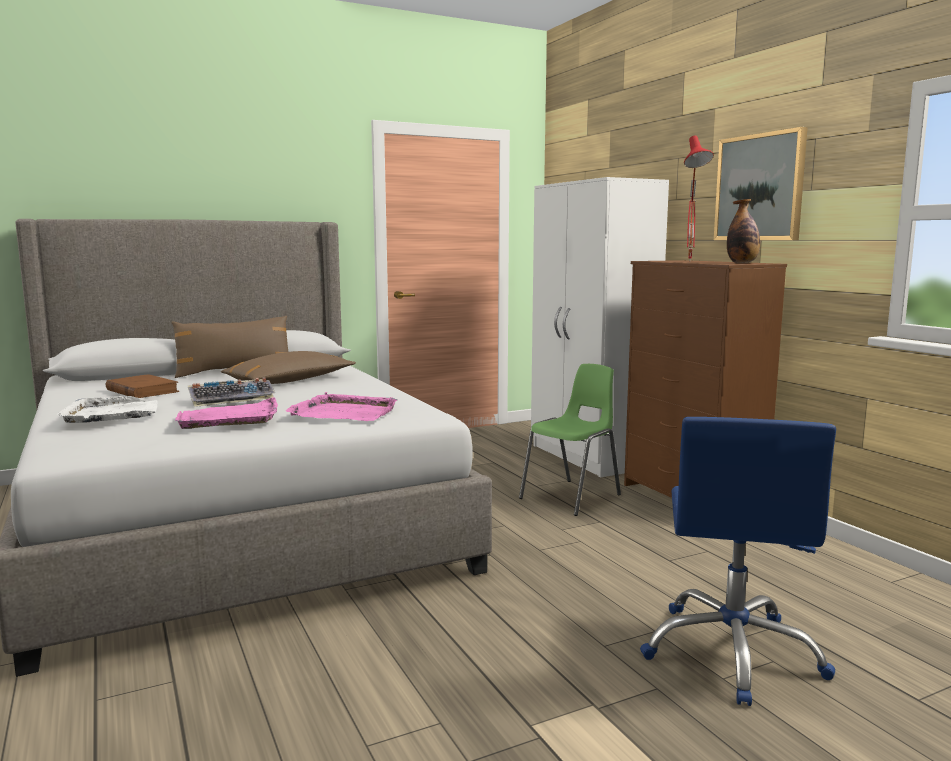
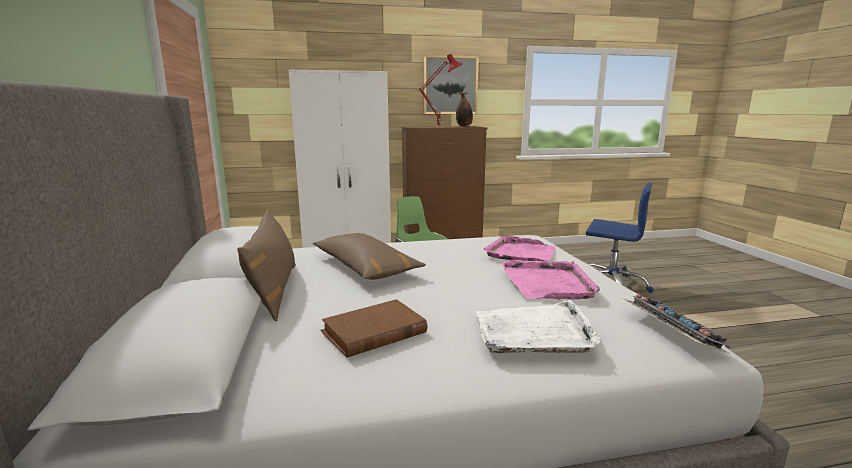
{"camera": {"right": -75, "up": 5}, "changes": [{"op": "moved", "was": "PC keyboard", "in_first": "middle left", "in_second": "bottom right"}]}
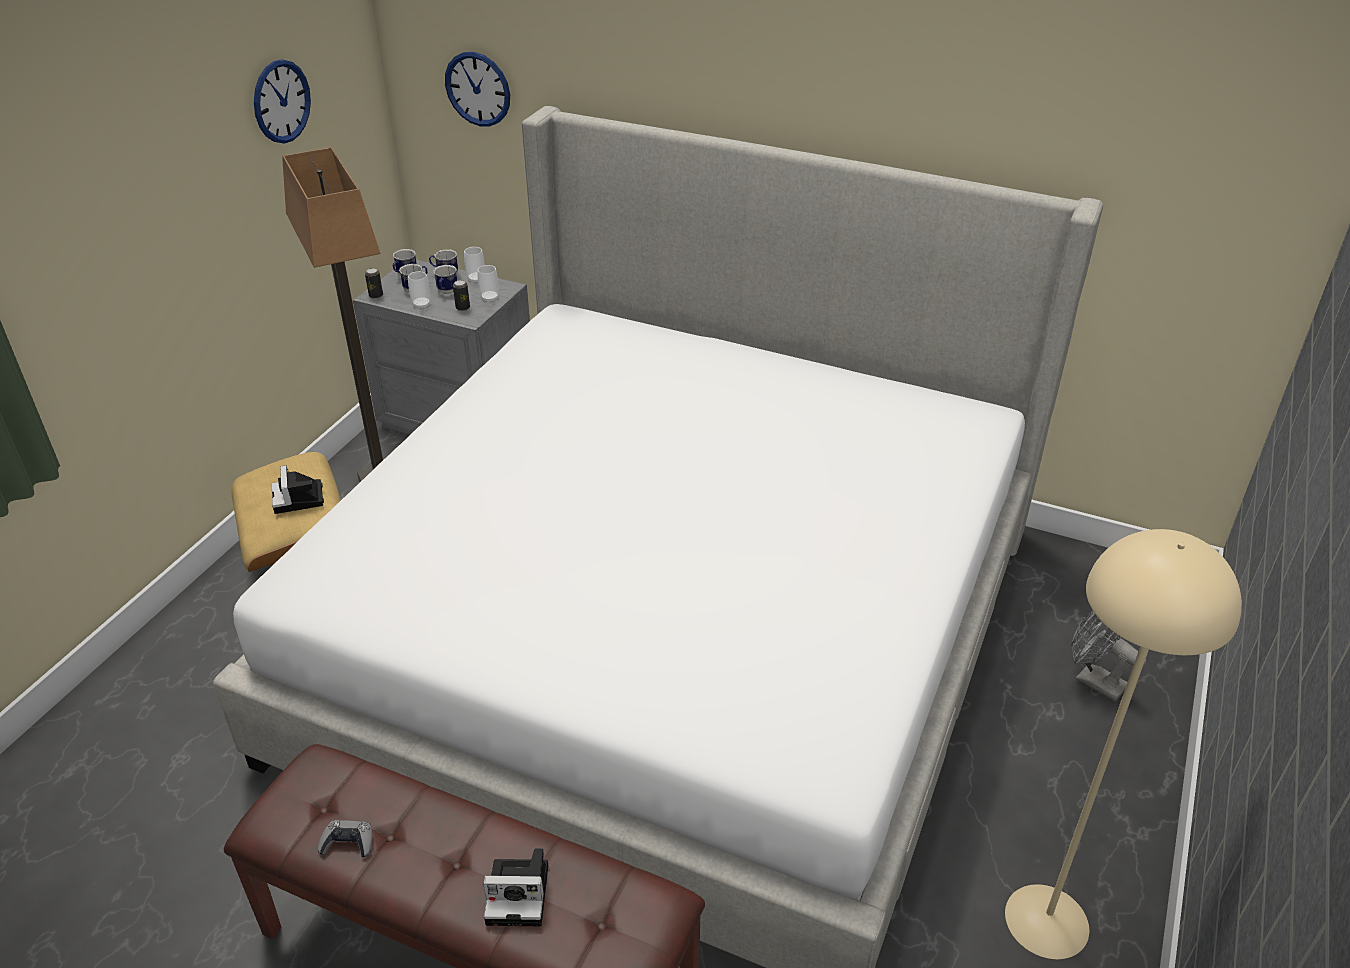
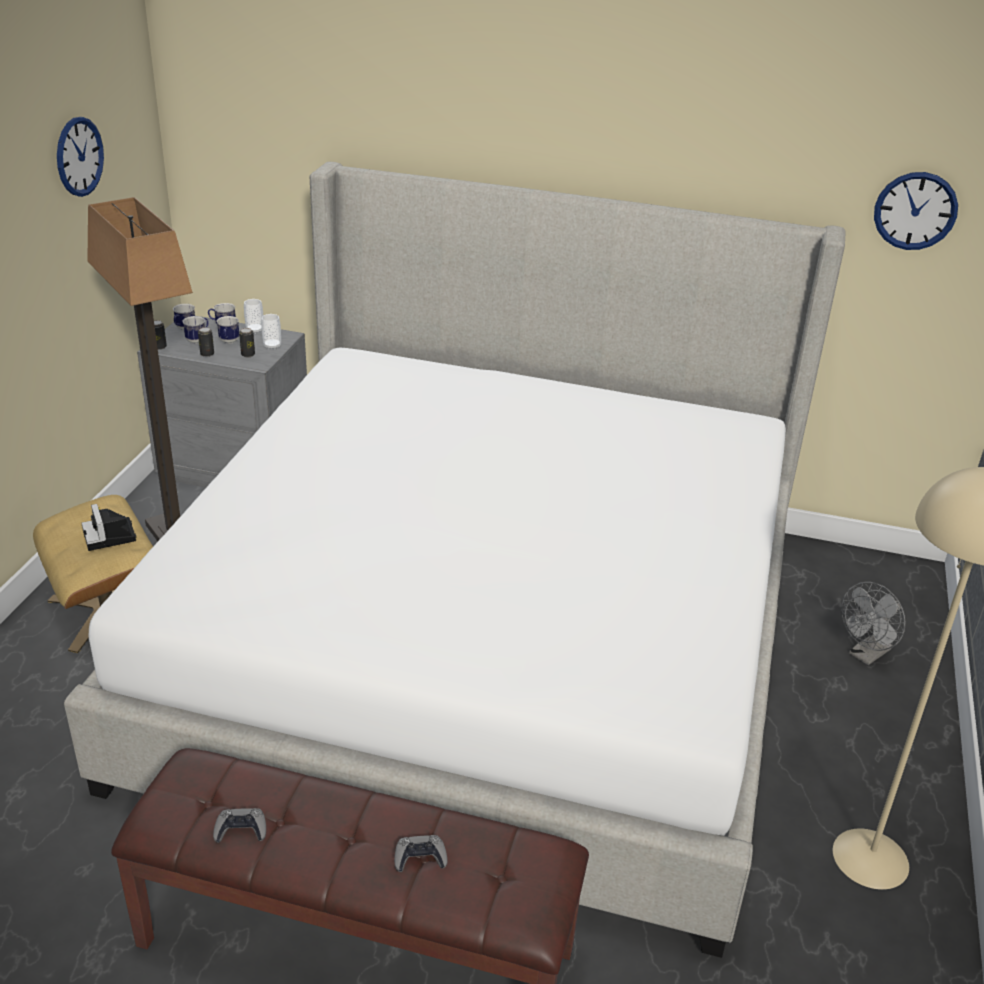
{"camera": {"right": -10, "up": -5}, "changes": [{"op": "moved", "was": "wall clock (2nd from left)", "in_first": "top centre", "in_second": "top right"}, {"op": "replaced", "was": "drinking cup (1st from left)", "now": "sealed can (2nd from left)", "in_first": "top left", "in_second": "middle left"}, {"op": "replaced", "was": "photo camera (2nd from left)", "now": "greyish gamepad (2nd from left)", "in_first": "bottom centre", "in_second": "bottom centre"}, {"op": "turned", "was": "greyish cooling fan", "in_first": "bottom right", "in_second": "middle right", "clockwise": -75}]}
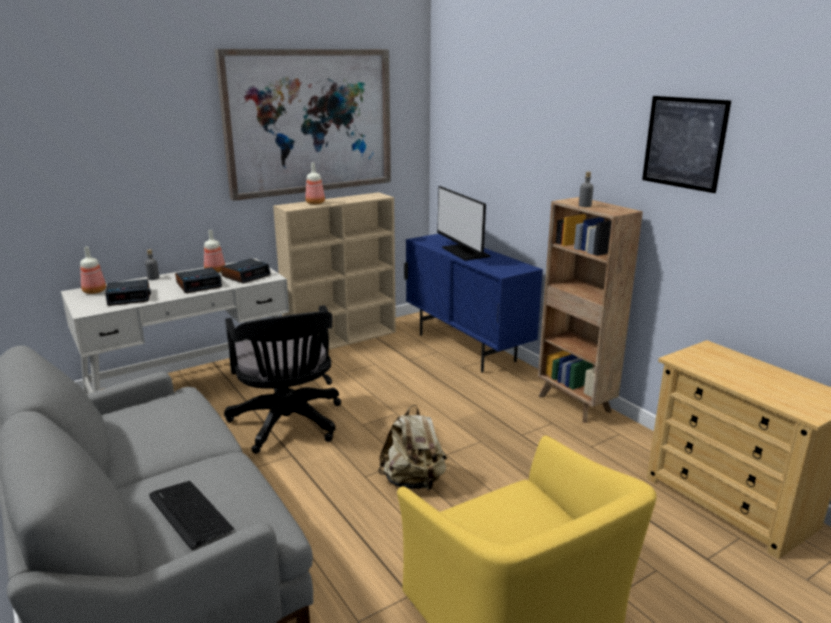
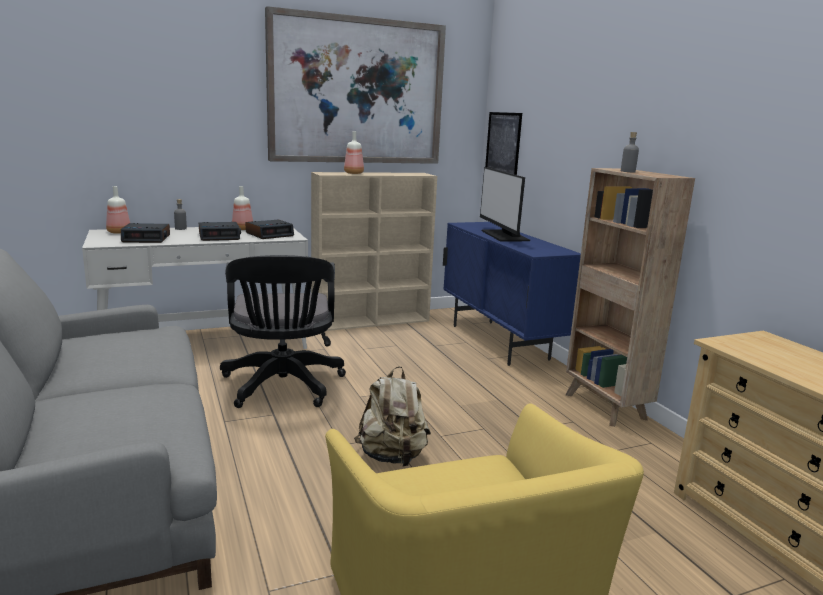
{"camera": {"right": 10, "up": -5}, "changes": [{"op": "removed", "was": "PC keyboard", "in_first": "bottom left"}, {"op": "moved", "was": "wall art (2nd from left)", "in_first": "top right", "in_second": "top centre"}]}
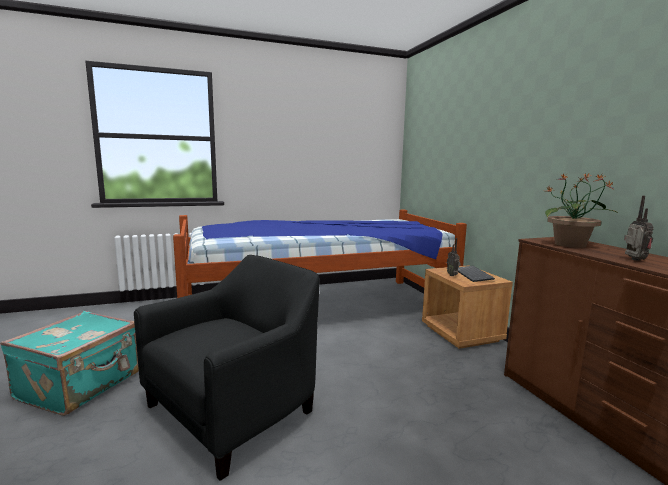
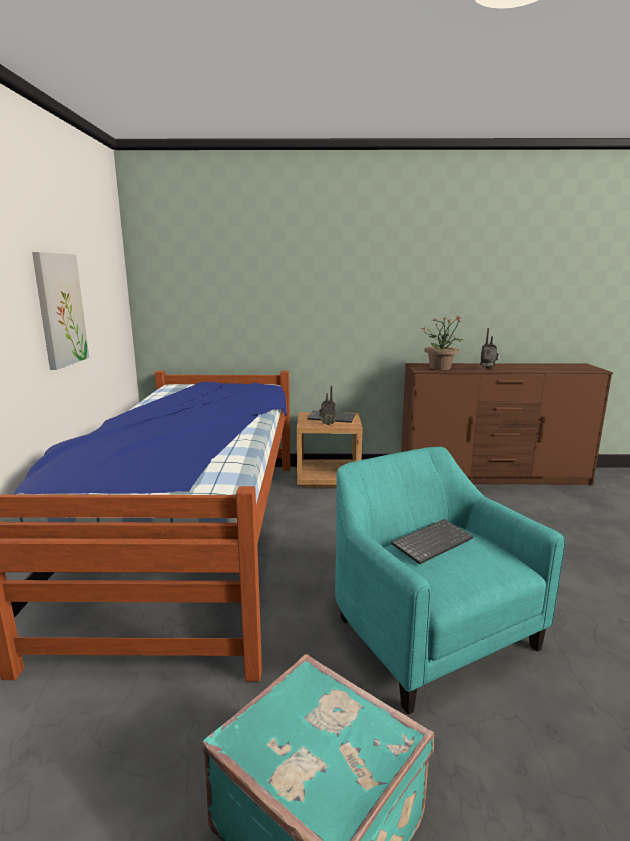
{"camera": {"right": -70, "up": 5}, "changes": [{"op": "added", "now": "wall art", "in_second": "middle left"}, {"op": "added", "now": "PC keyboard (2nd from left)", "in_second": "middle right"}, {"op": "recoloured", "was": "black easy chair", "now": "turquoise easy chair", "in_first": "bottom centre", "in_second": "bottom right"}]}
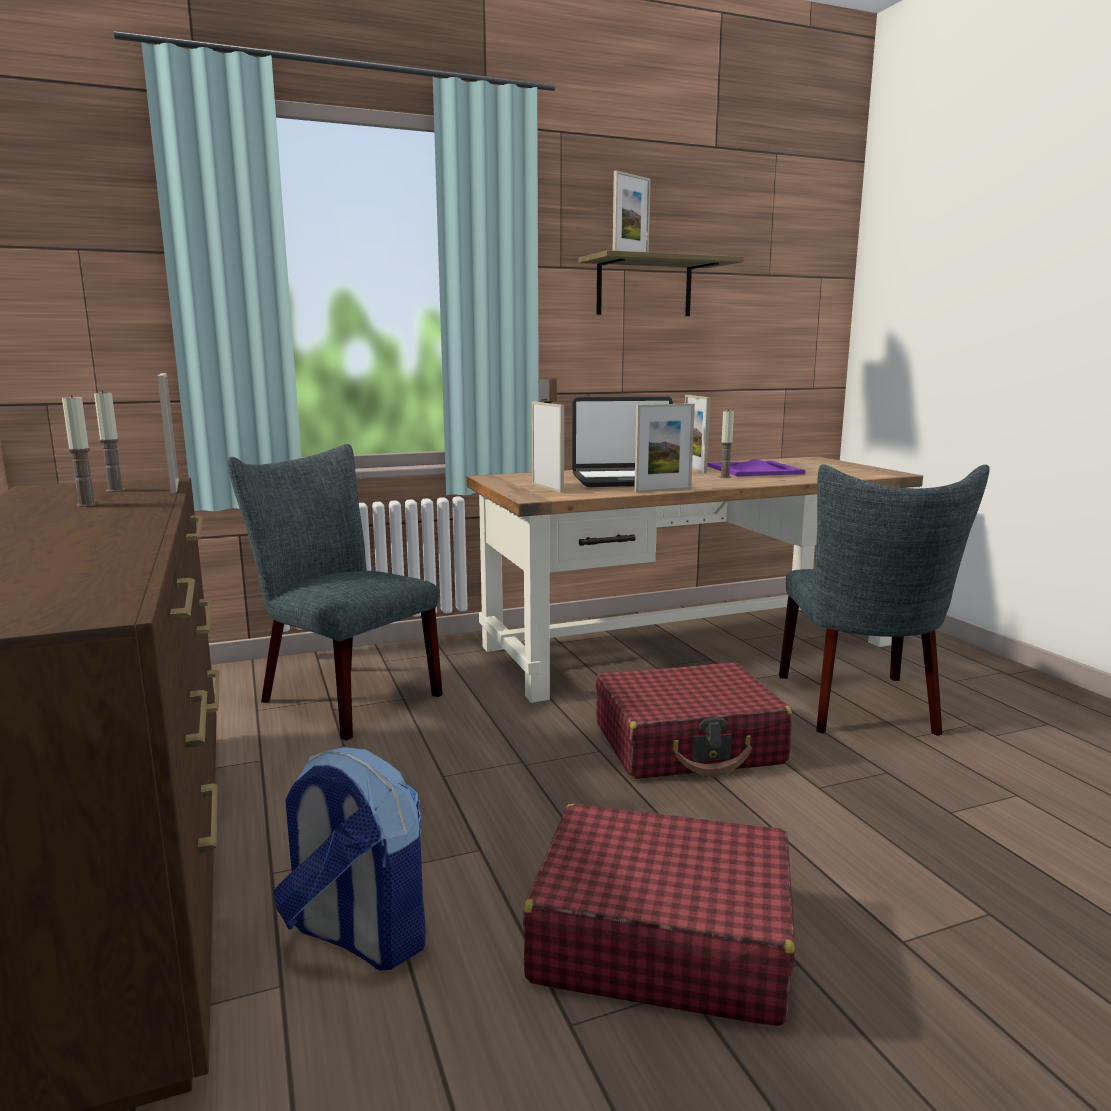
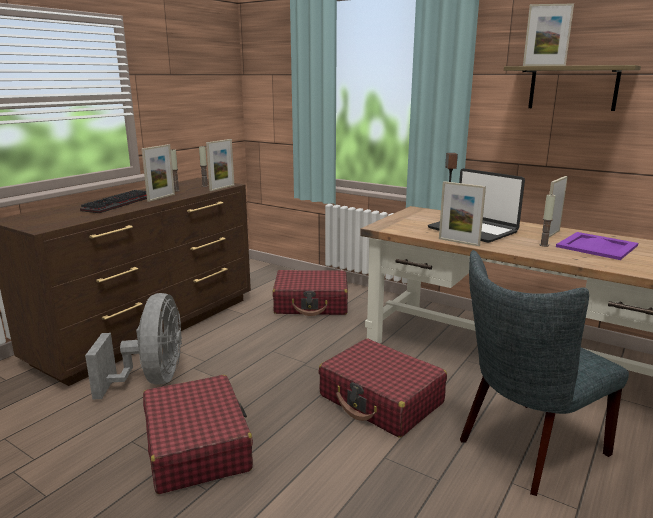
{"camera": {"right": 55, "up": 5}, "changes": [{"op": "added", "now": "PC keyboard", "in_second": "middle left"}, {"op": "moved", "was": "picture frame (2nd from left in the first image)", "now": "picture frame (1st from left)", "in_first": "centre", "in_second": "middle left"}, {"op": "replaced", "was": "greyish chair (1st from left)", "now": "reddish suitcase (2nd from left)", "in_first": "middle left", "in_second": "centre"}, {"op": "replaced", "was": "backpack", "now": "greyish cooling fan", "in_first": "bottom left", "in_second": "bottom left"}]}
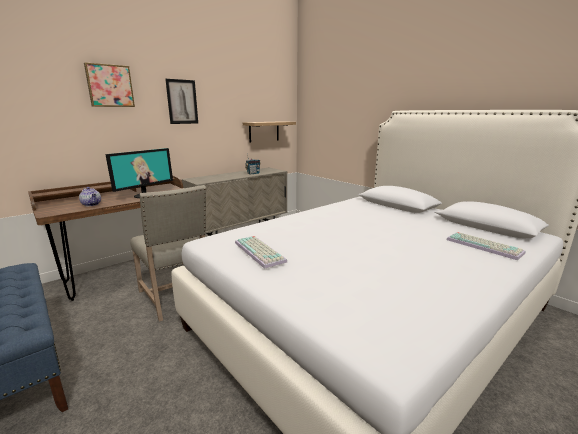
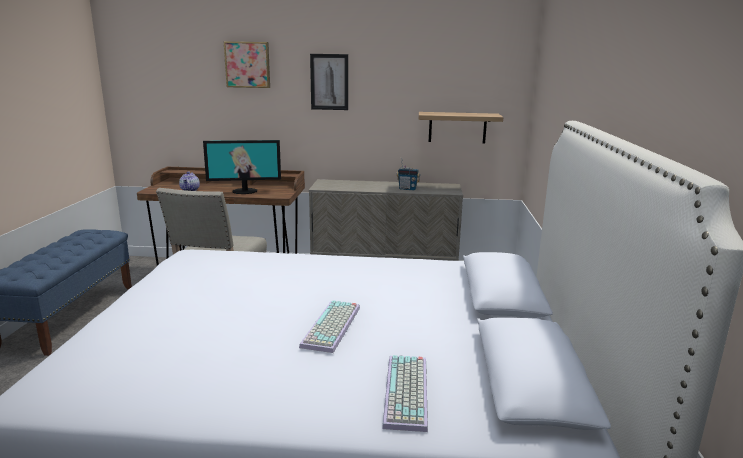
{"camera": {"right": 45, "up": 0}, "changes": [{"op": "moved", "was": "PC keyboard (1st from left)", "in_first": "centre", "in_second": "bottom centre"}]}
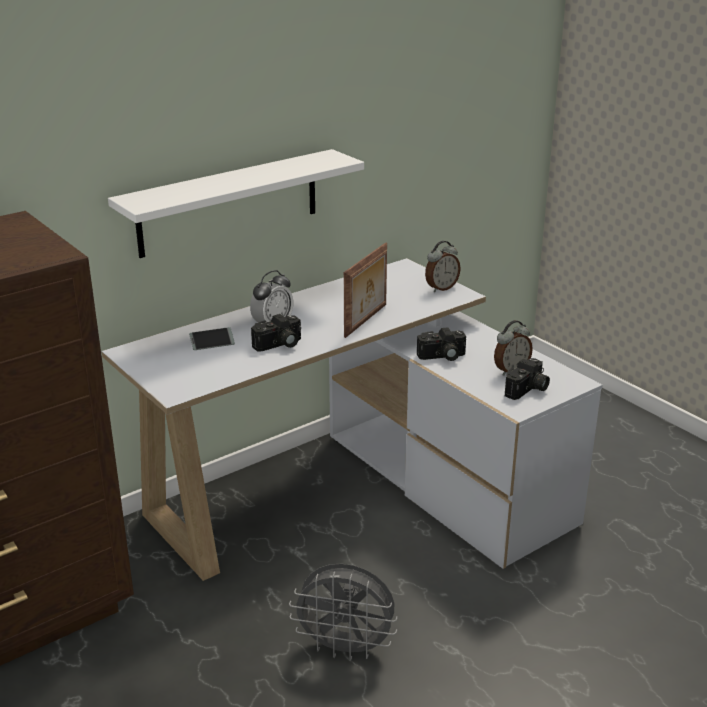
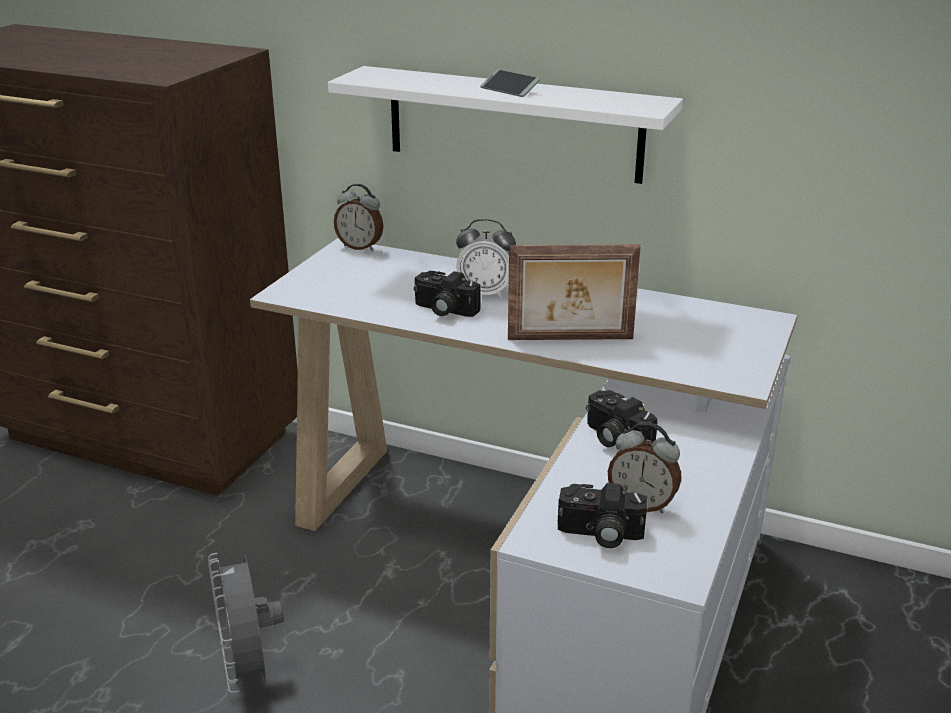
{"camera": {"right": 60, "up": 0}, "changes": [{"op": "moved", "was": "handset", "in_first": "middle left", "in_second": "top centre"}, {"op": "moved", "was": "bedside clock (2nd from left in the first image)", "now": "bedside clock (1st from left)", "in_first": "centre", "in_second": "top centre"}]}
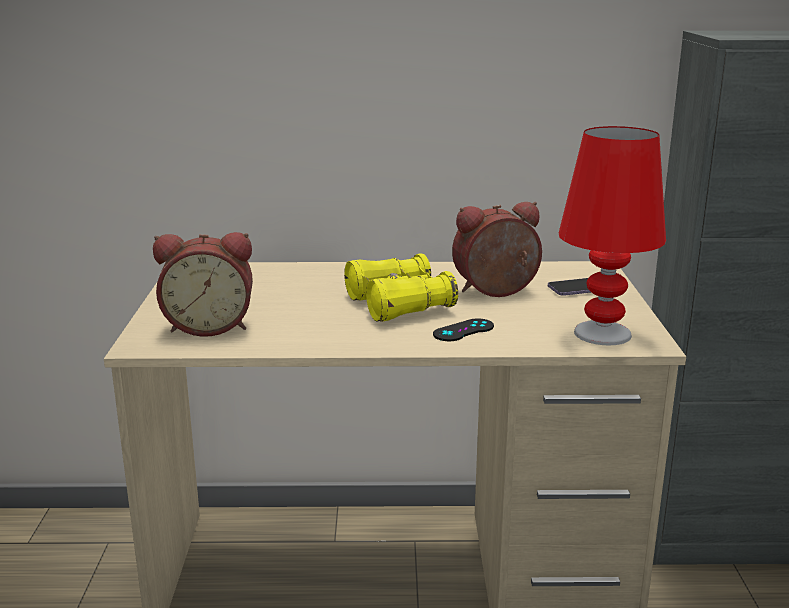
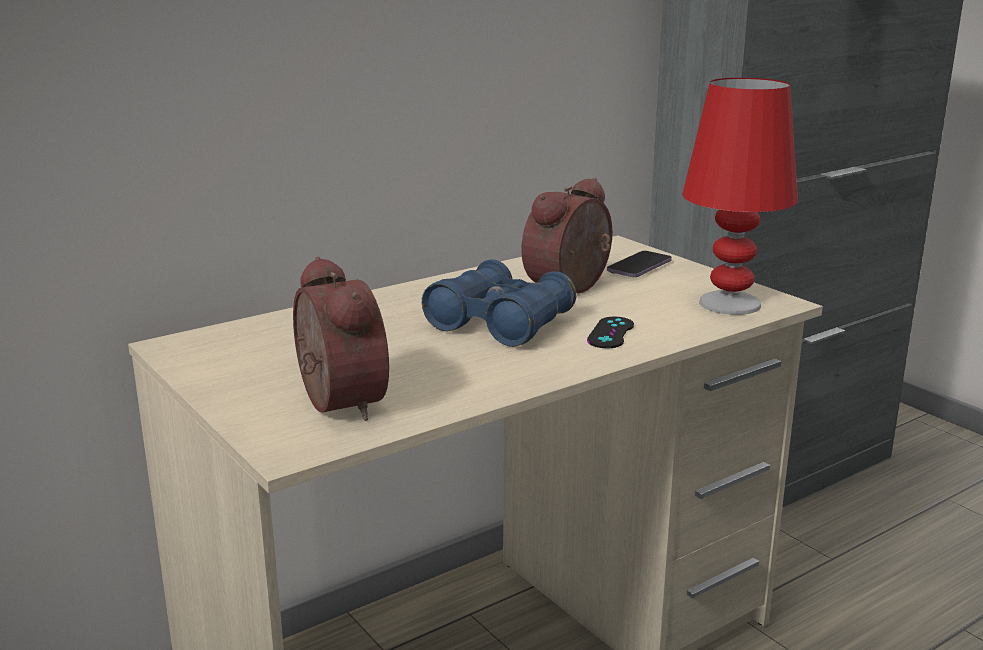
{"camera": {"right": -35, "up": 0}, "changes": [{"op": "recoloured", "was": "yellowish binoculars", "now": "blue binoculars", "in_first": "centre", "in_second": "centre"}, {"op": "turned", "was": "bedside clock (1st from left)", "in_first": "middle left", "in_second": "centre", "clockwise": -75}]}
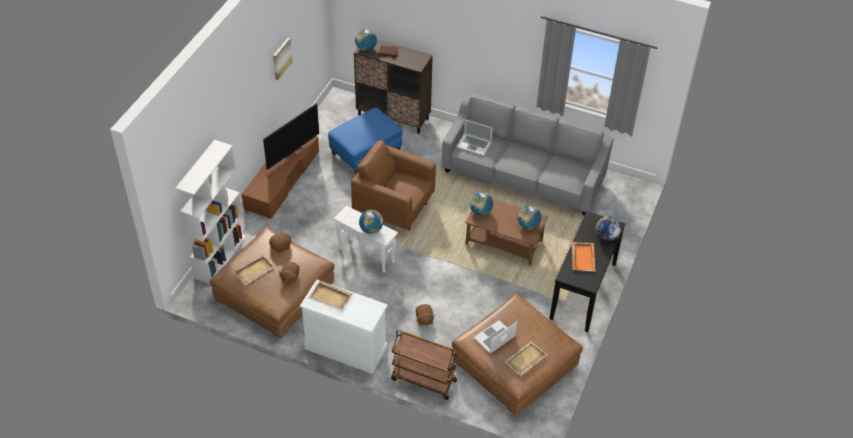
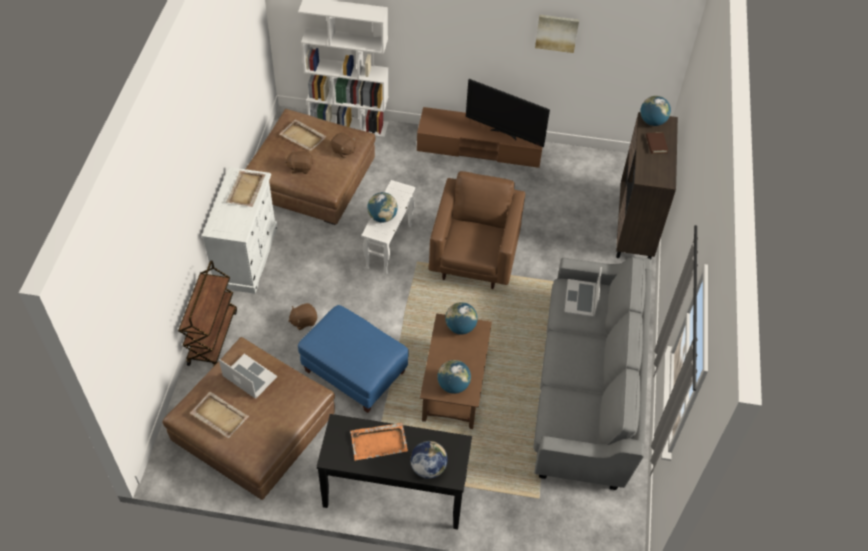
{"camera": {"right": 75, "up": 5}, "changes": [{"op": "moved", "was": "blue footrest", "in_first": "top centre", "in_second": "centre"}]}
